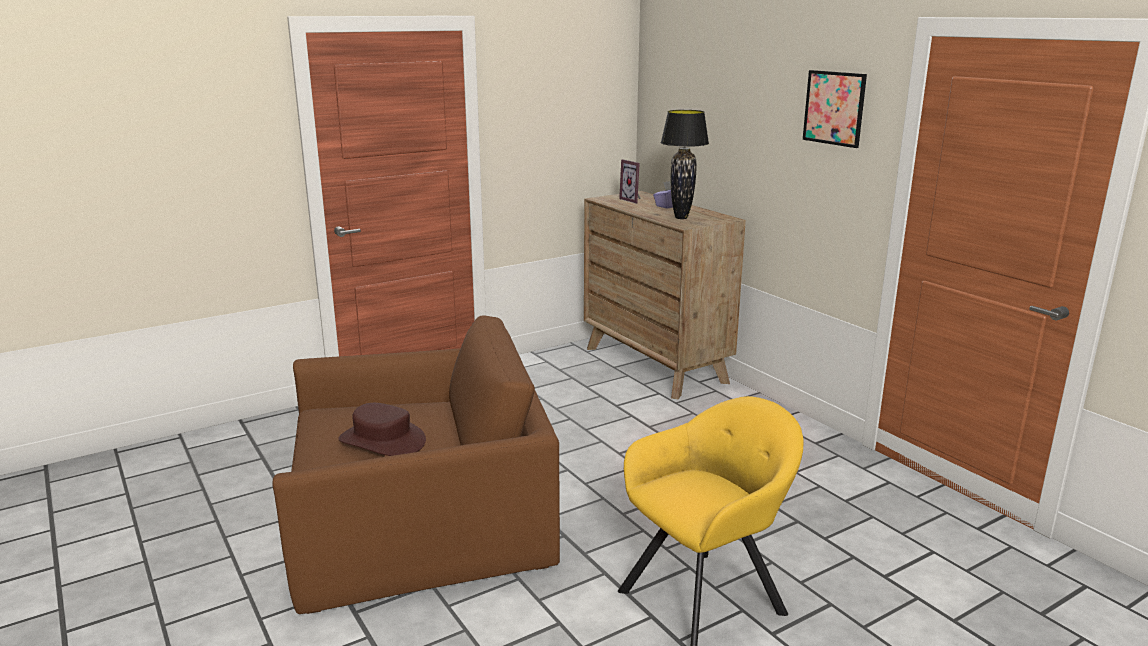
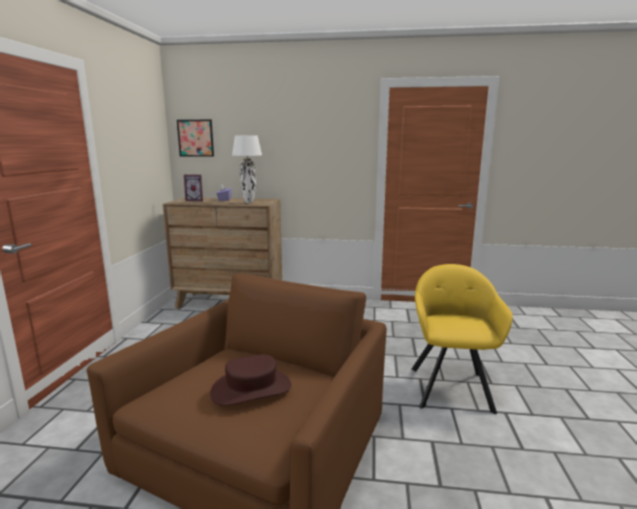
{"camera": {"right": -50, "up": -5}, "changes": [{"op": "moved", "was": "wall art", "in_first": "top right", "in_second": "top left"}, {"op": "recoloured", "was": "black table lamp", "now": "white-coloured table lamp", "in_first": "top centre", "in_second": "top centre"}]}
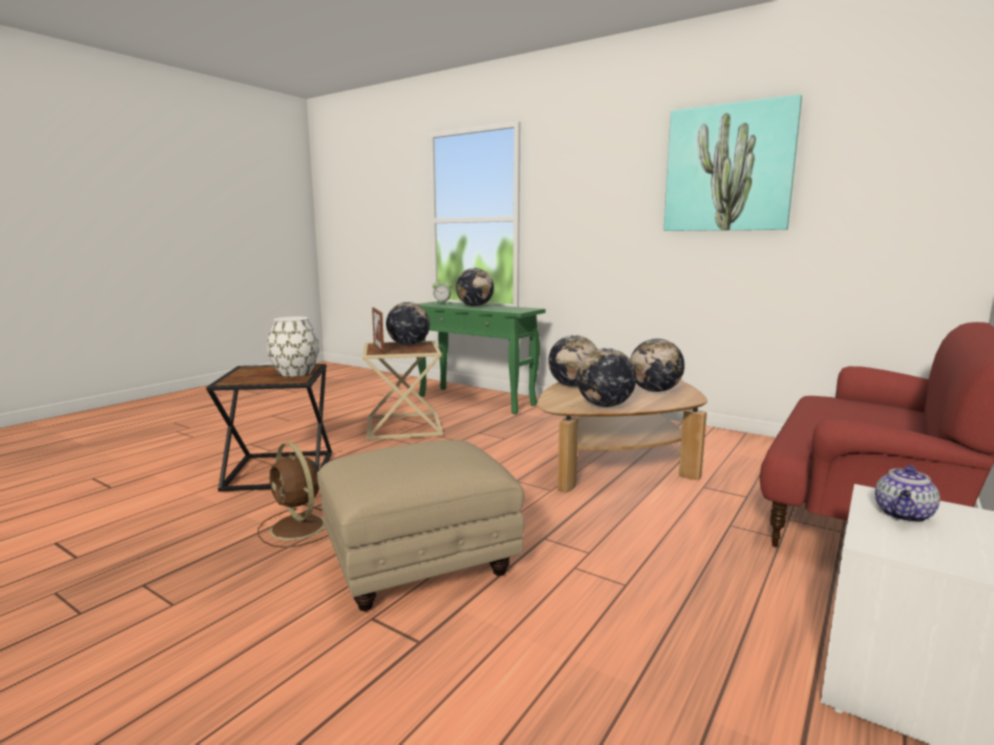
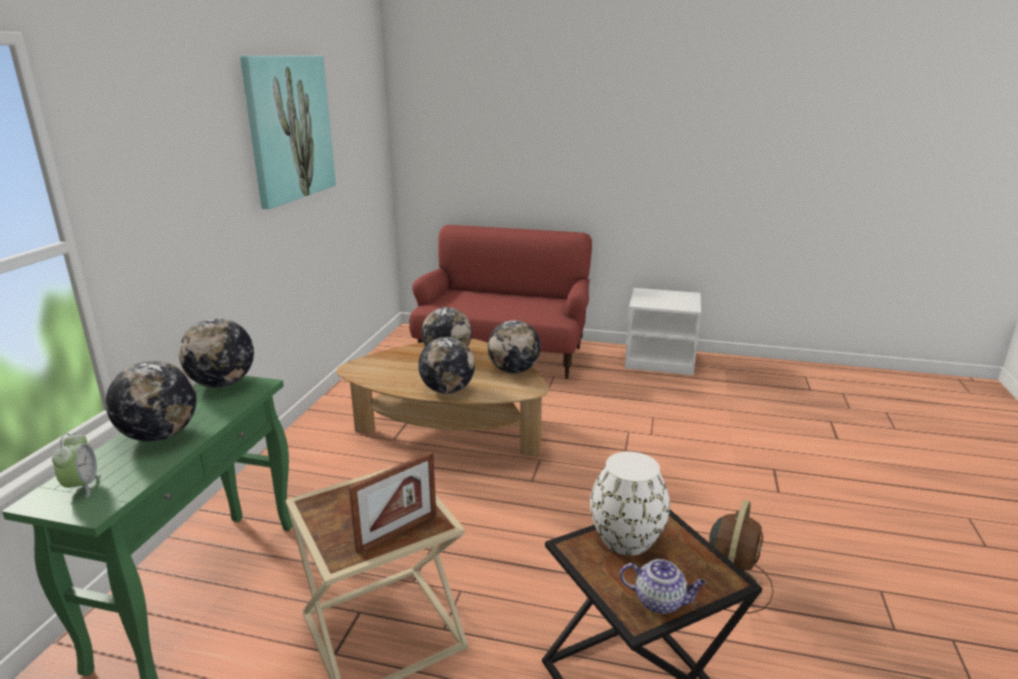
{"camera": {"right": -110, "up": 10}, "changes": [{"op": "removed", "was": "beige footrest", "in_first": "bottom centre"}, {"op": "moved", "was": "desk globe (1st from left in the first image)", "now": "desk globe (2nd from left)", "in_first": "centre", "in_second": "middle left"}, {"op": "moved", "was": "teapot", "in_first": "middle right", "in_second": "bottom centre"}]}
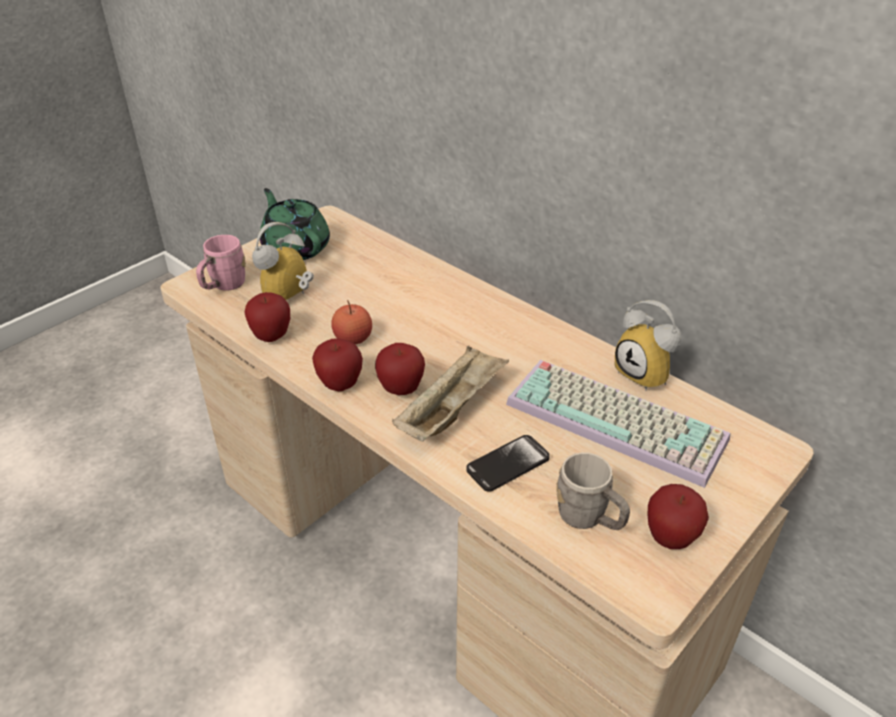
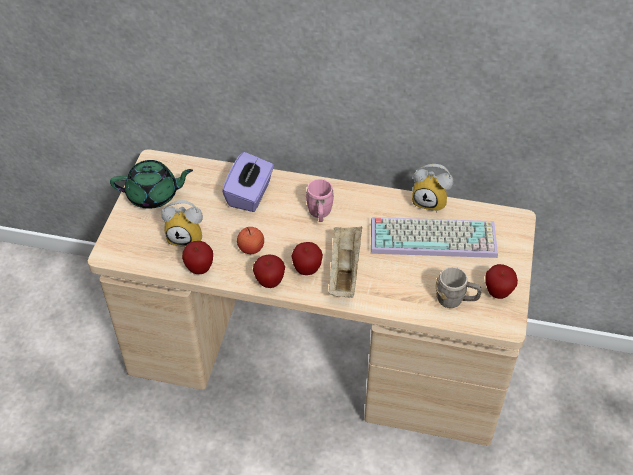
{"camera": {"right": -30, "up": 10}, "changes": [{"op": "removed", "was": "handset", "in_first": "centre"}, {"op": "added", "now": "purple-coloured box of tissues", "in_second": "centre"}, {"op": "moved", "was": "pink-coloured coffee mug", "in_first": "middle left", "in_second": "centre"}, {"op": "turned", "was": "bedside clock (1st from left)", "in_first": "middle left", "in_second": "middle left", "clockwise": -90}, {"op": "turned", "was": "green teapot", "in_first": "top left", "in_second": "middle left", "clockwise": 150}]}
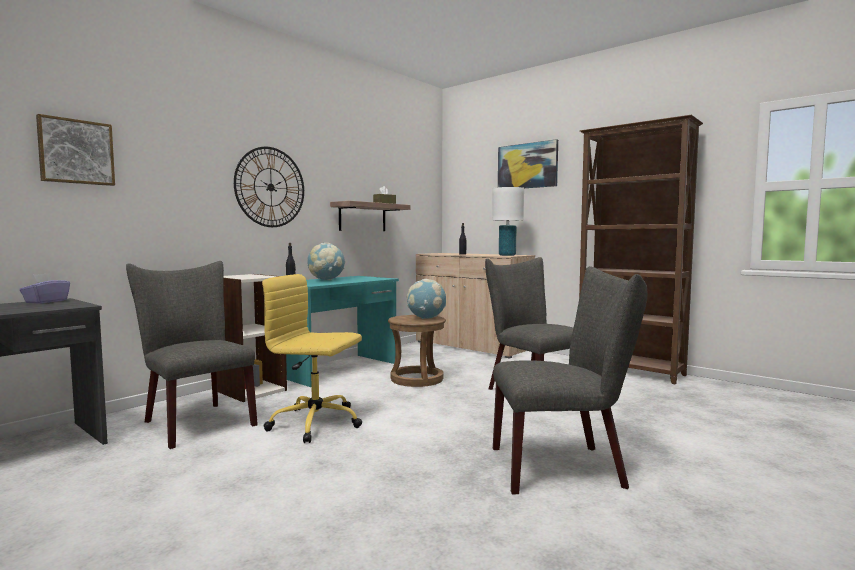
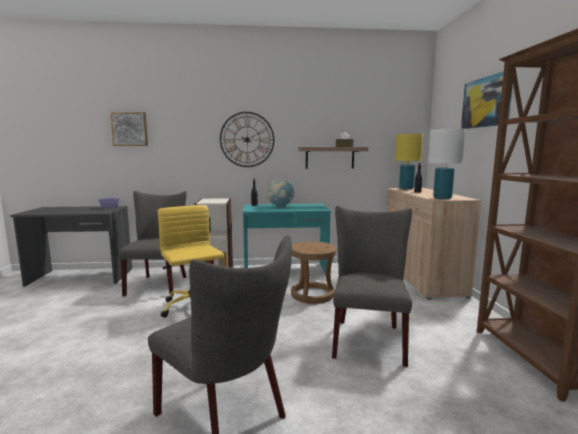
{"camera": {"right": 45, "up": 5}, "changes": [{"op": "removed", "was": "desk globe (2nd from left)", "in_first": "centre"}, {"op": "added", "now": "yellowish table lamp", "in_second": "middle right"}]}
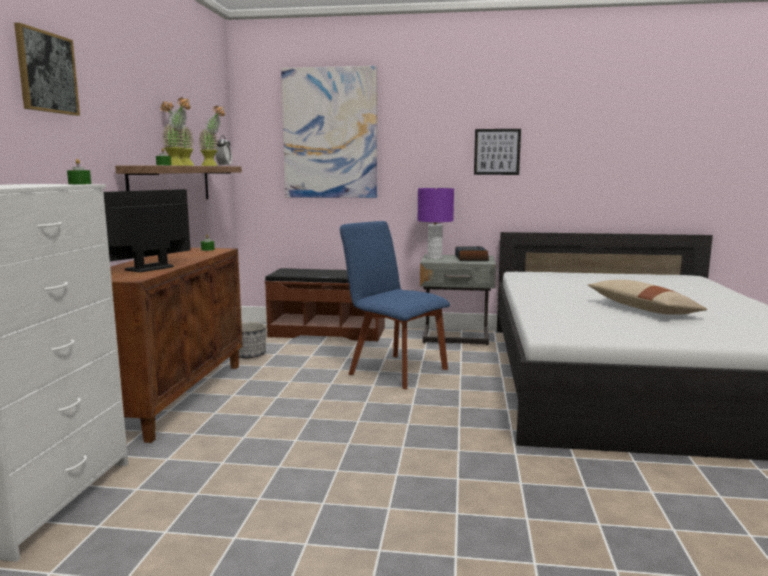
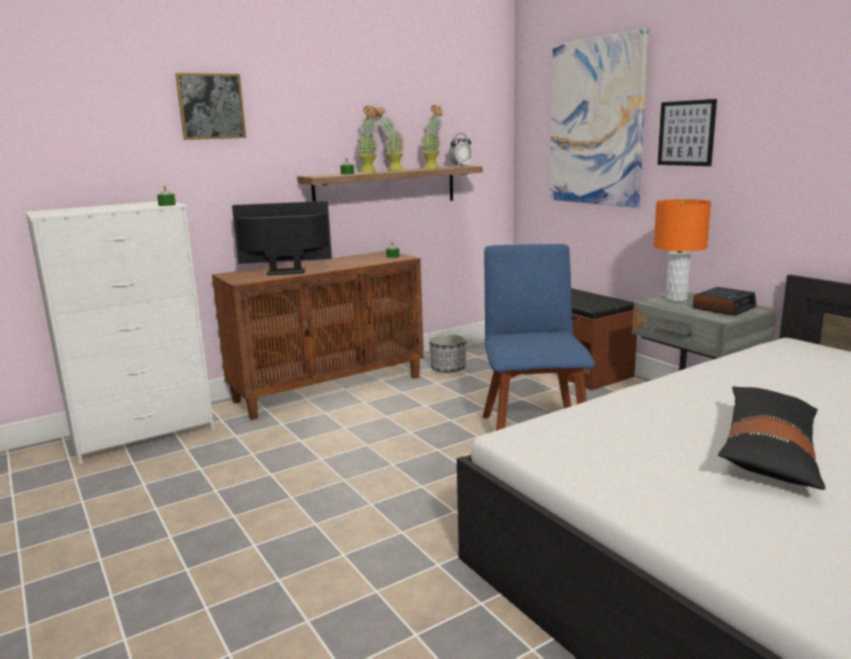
{"camera": {"right": 50, "up": 5}, "changes": [{"op": "moved", "was": "wall art (3rd from left)", "in_first": "top centre", "in_second": "top right"}, {"op": "recoloured", "was": "purple-coloured table lamp", "now": "orange-coloured table lamp", "in_first": "centre", "in_second": "middle right"}, {"op": "recoloured", "was": "beige pillow", "now": "black pillow", "in_first": "middle right", "in_second": "middle right"}]}
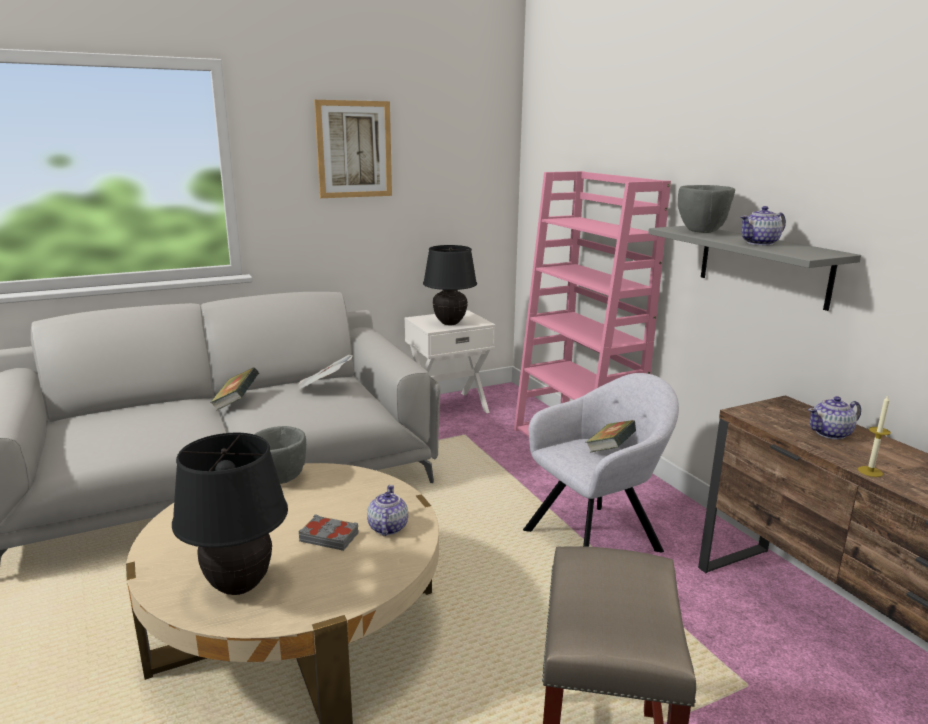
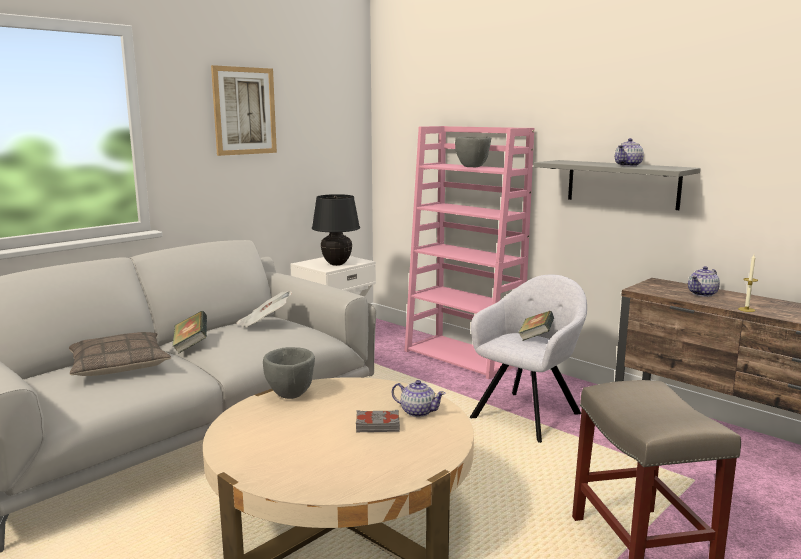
{"camera": {"right": -20, "up": -5}, "changes": [{"op": "removed", "was": "black table lamp (1st from left)", "in_first": "bottom left"}, {"op": "added", "now": "pillow", "in_second": "middle left"}, {"op": "moved", "was": "greyish deep dish (2nd from left)", "in_first": "top right", "in_second": "top centre"}, {"op": "turned", "was": "teapot (1st from left)", "in_first": "bottom centre", "in_second": "bottom centre", "clockwise": 135}]}
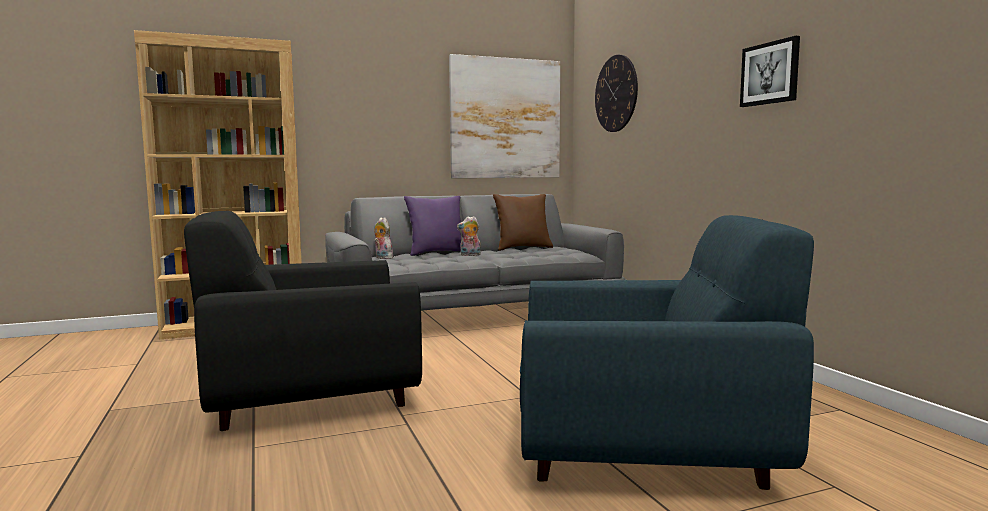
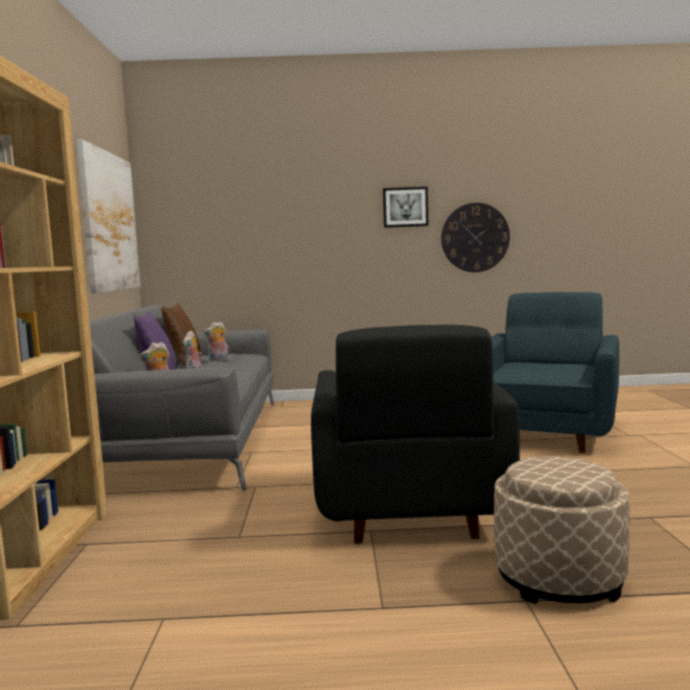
{"camera": {"right": -70, "up": 0}, "changes": [{"op": "added", "now": "cuddly toy (3rd from left)", "in_second": "middle left"}, {"op": "added", "now": "beige footrest", "in_second": "bottom right"}, {"op": "moved", "was": "wall clock", "in_first": "top centre", "in_second": "middle right"}]}
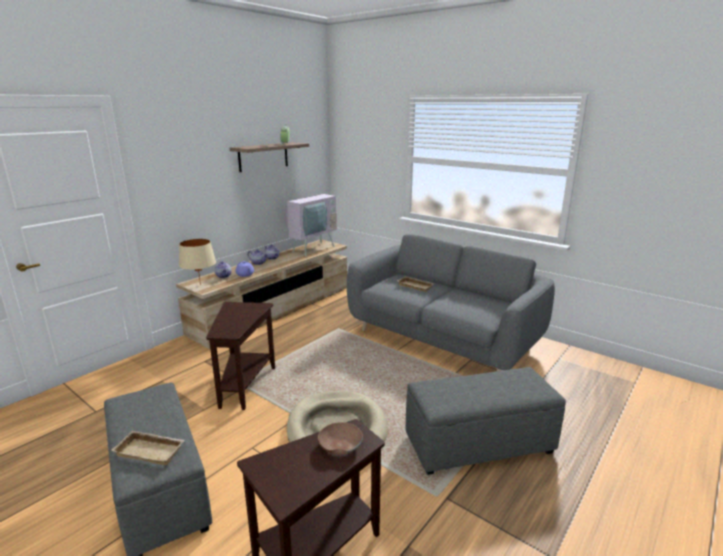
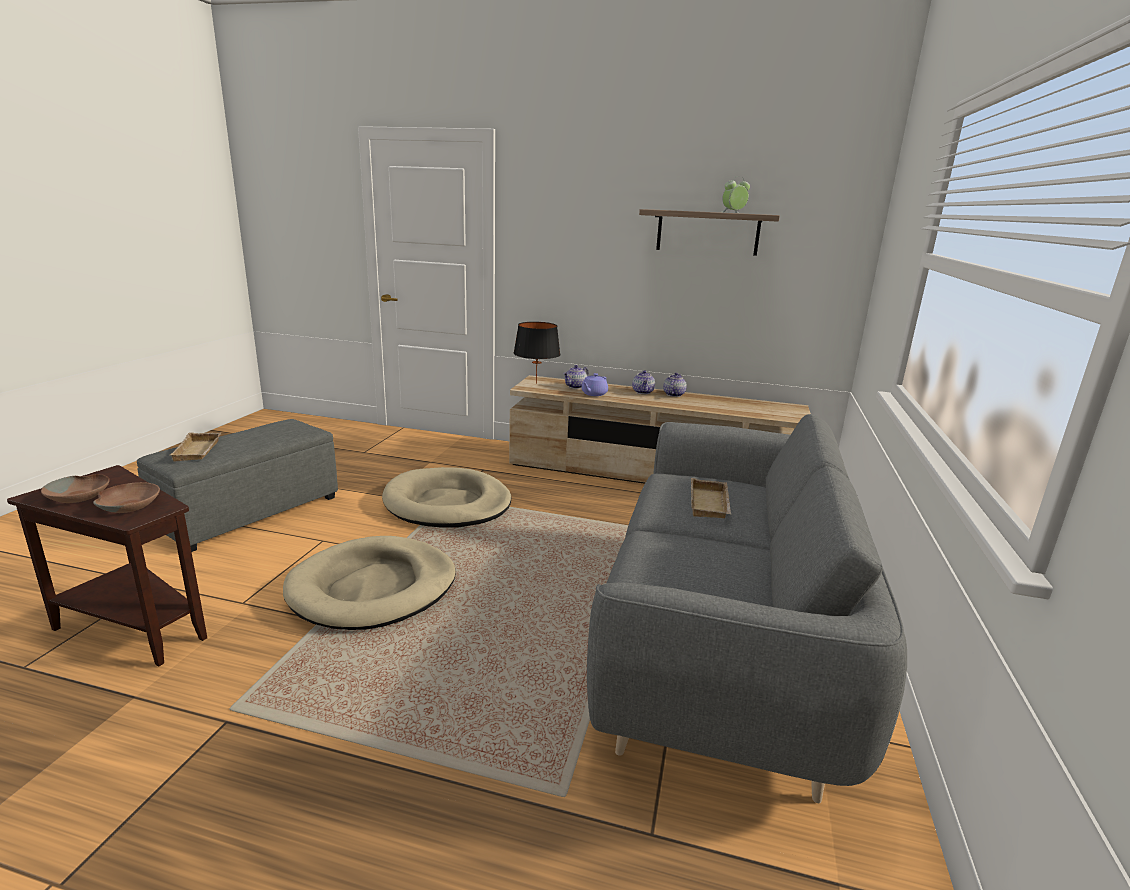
{"camera": {"right": 65, "up": 0}, "changes": [{"op": "removed", "was": "TV set", "in_first": "centre"}, {"op": "removed", "was": "greyish footrest (2nd from left)", "in_first": "bottom right"}, {"op": "added", "now": "brownish deep dish (1st from left)", "in_second": "middle left"}, {"op": "replaced", "was": "brownish end table (1st from left)", "now": "beige dog cushion (2nd from left)", "in_first": "middle left", "in_second": "centre"}, {"op": "recoloured", "was": "beige table lamp", "now": "black table lamp", "in_first": "middle left", "in_second": "centre"}]}
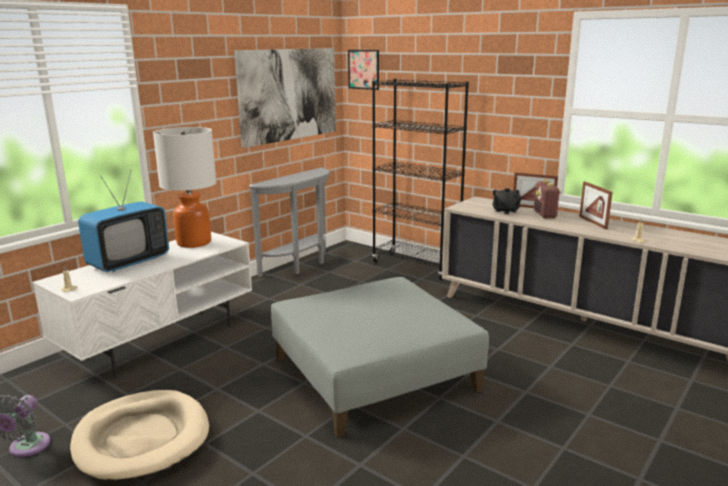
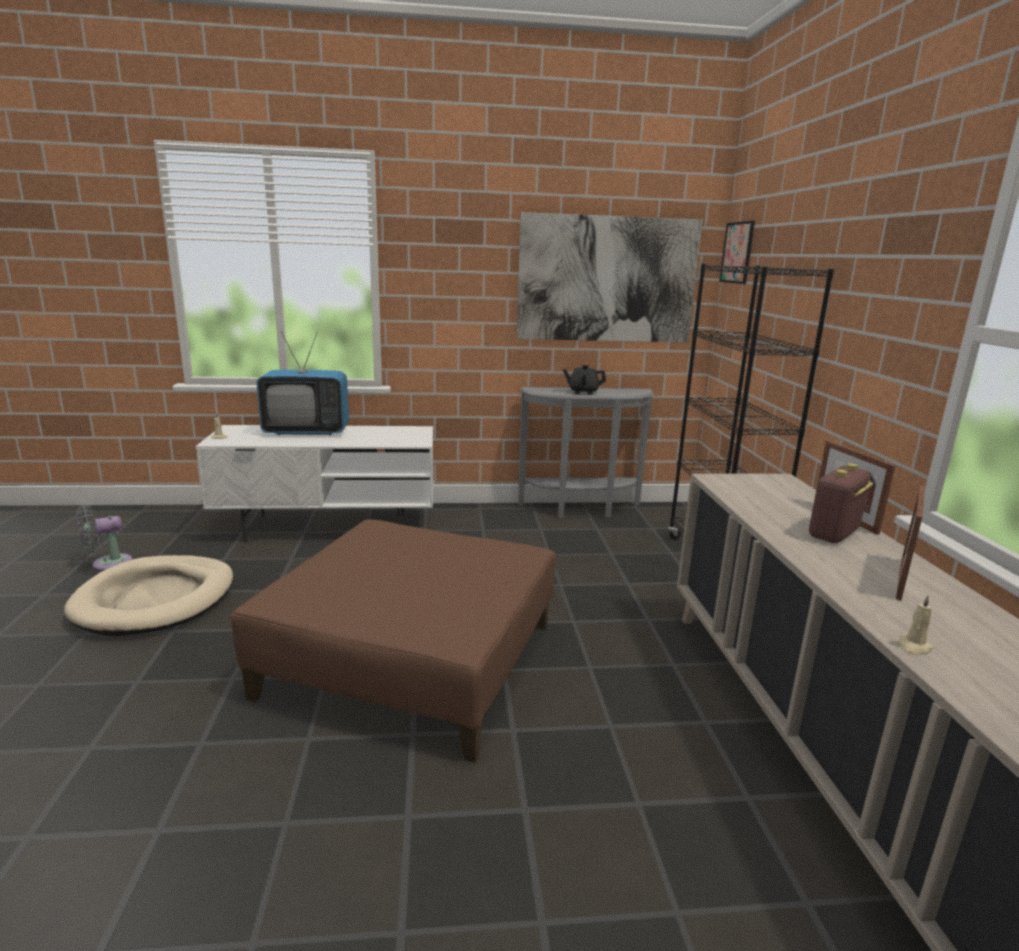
{"camera": {"right": 45, "up": 0}, "changes": [{"op": "removed", "was": "table lamp", "in_first": "middle left"}, {"op": "moved", "was": "black teapot", "in_first": "middle right", "in_second": "centre"}, {"op": "recoloured", "was": "greyish footrest", "now": "brownish footrest", "in_first": "bottom centre", "in_second": "bottom centre"}]}
